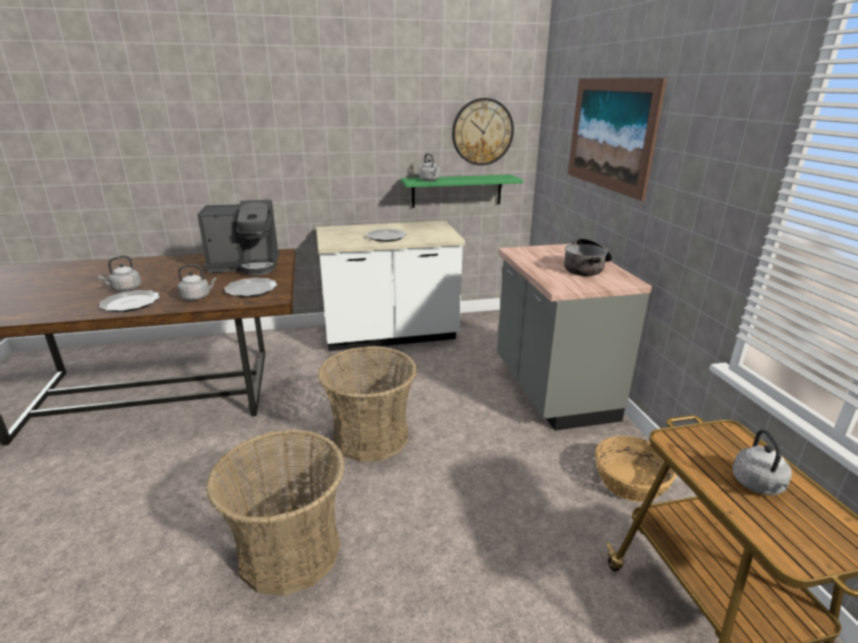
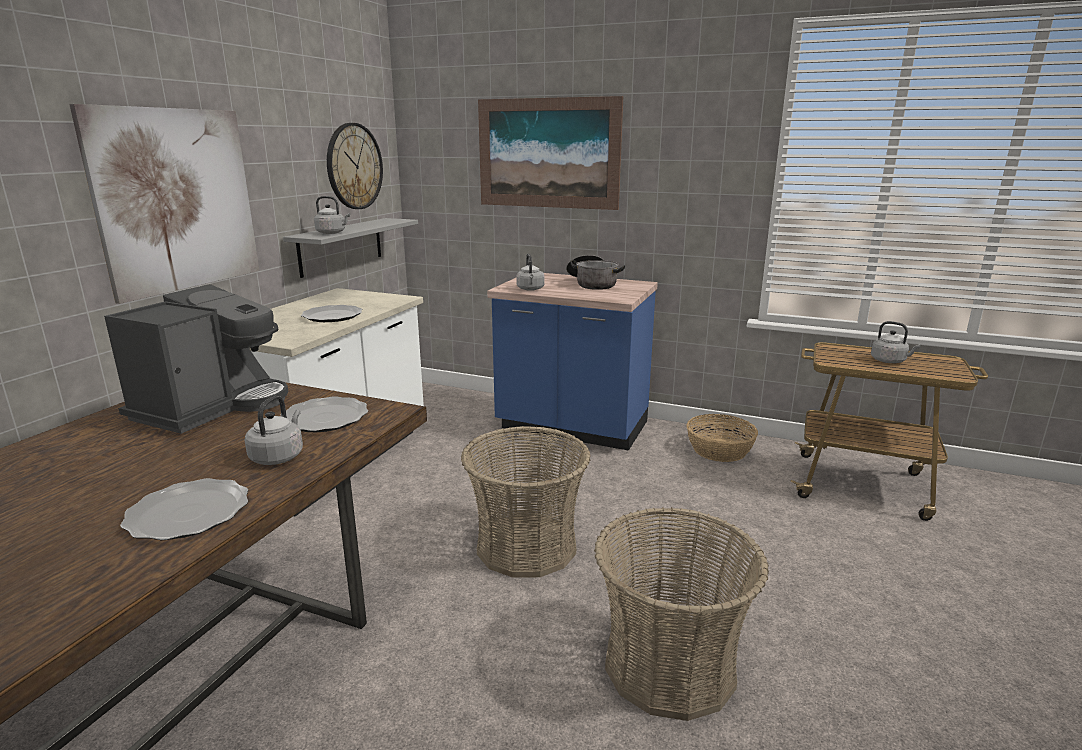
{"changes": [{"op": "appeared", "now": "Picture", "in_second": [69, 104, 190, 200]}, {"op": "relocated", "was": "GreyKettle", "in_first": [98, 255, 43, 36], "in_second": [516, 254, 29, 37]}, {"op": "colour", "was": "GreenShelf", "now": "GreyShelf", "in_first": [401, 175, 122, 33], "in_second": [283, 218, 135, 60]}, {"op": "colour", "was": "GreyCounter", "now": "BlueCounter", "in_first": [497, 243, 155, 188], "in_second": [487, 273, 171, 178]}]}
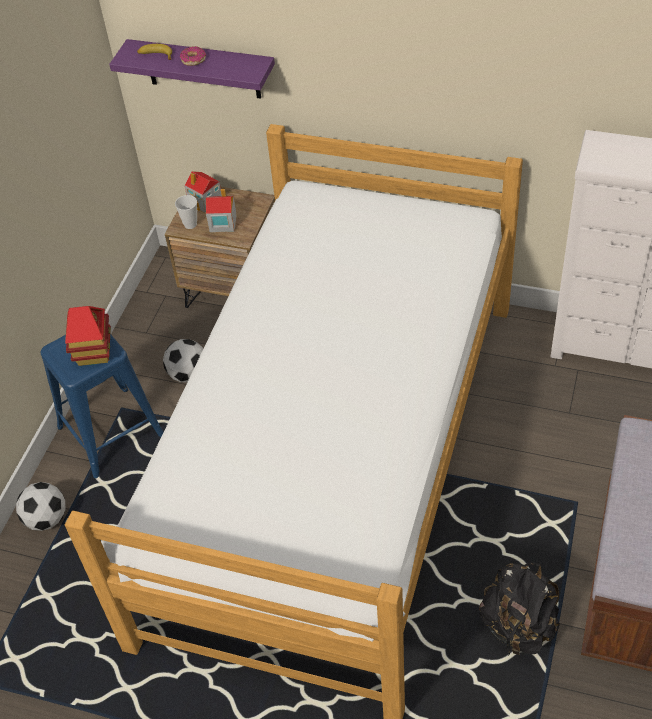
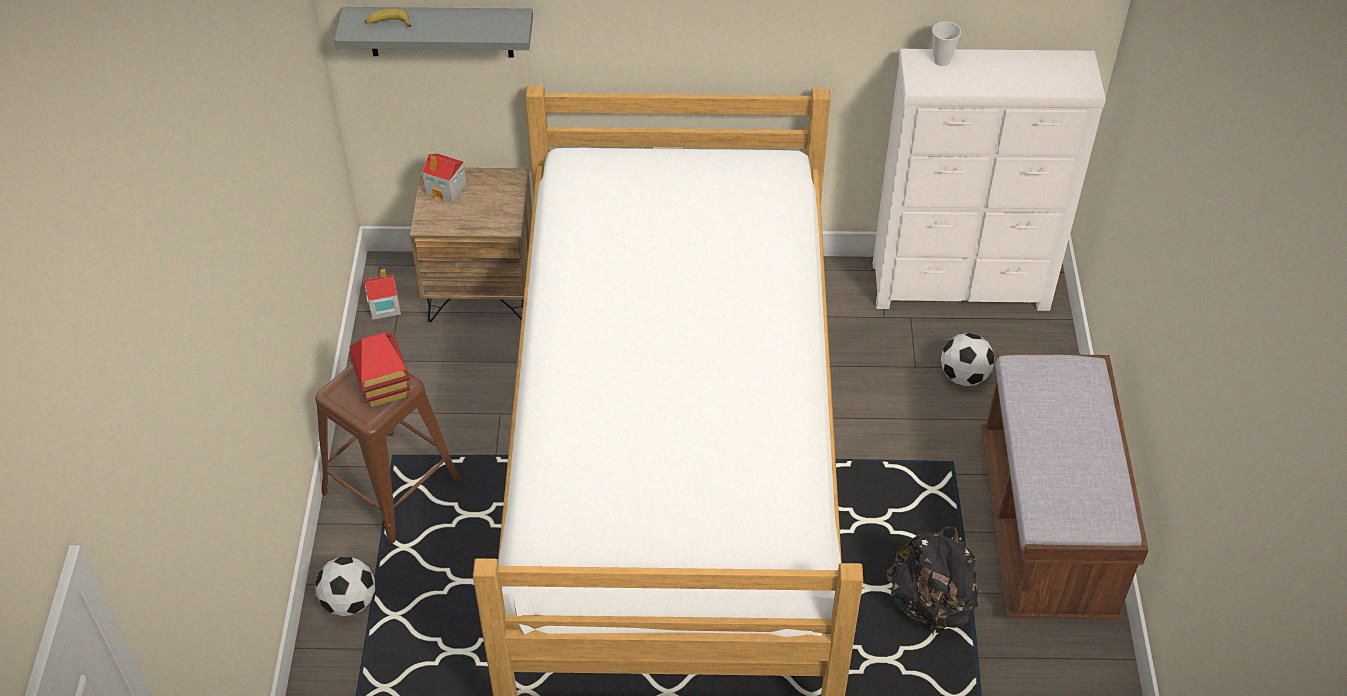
{"changes": [{"op": "missing", "was": "Donut", "in_first": [180, 46, 26, 20]}, {"op": "relocated", "was": "Football", "in_first": [163, 339, 41, 44], "in_second": [941, 333, 53, 53]}, {"op": "relocated", "was": "Cup", "in_first": [175, 195, 22, 34], "in_second": [932, 21, 29, 45]}, {"op": "relocated", "was": "ToyHouse", "in_first": [206, 189, 31, 43], "in_second": [365, 269, 36, 51]}, {"op": "colour", "was": "BlueStool", "now": "BrownStool", "in_first": [40, 334, 124, 144], "in_second": [315, 363, 146, 180]}, {"op": "colour", "was": "PurpleShelf", "now": "GreyShelf", "in_first": [109, 39, 166, 60], "in_second": [335, 7, 198, 51]}]}
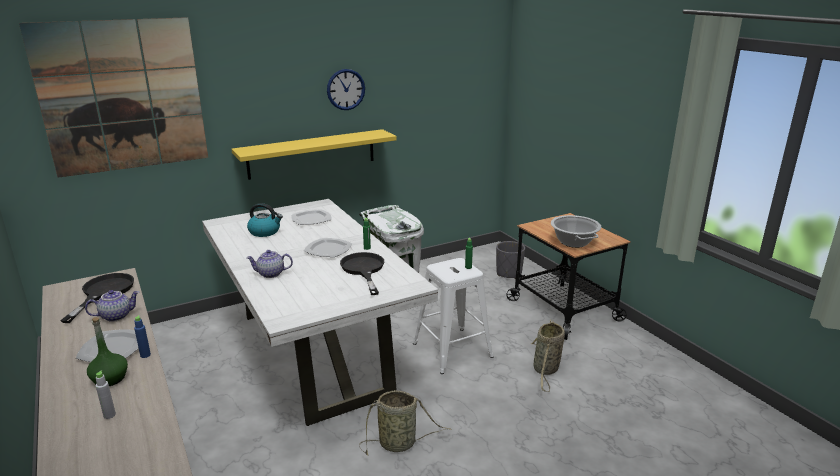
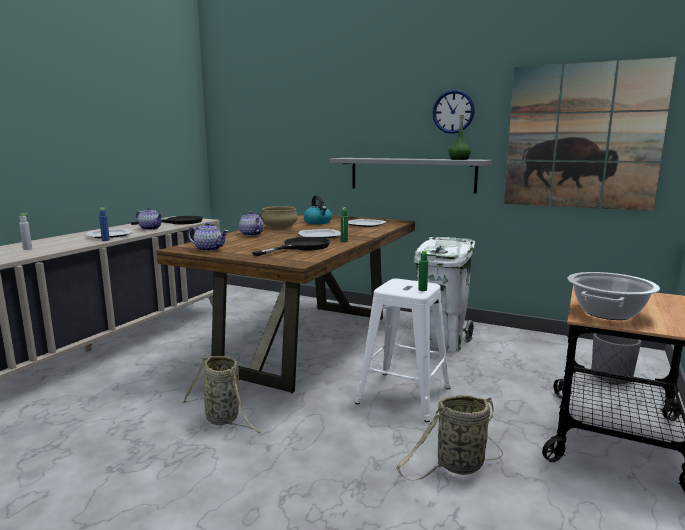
{"changes": [{"op": "appeared", "now": "Teapot", "in_second": [188, 222, 40, 29]}, {"op": "appeared", "now": "BeigeCookingPot", "in_second": [260, 206, 38, 22]}, {"op": "relocated", "was": "Picture", "in_first": [19, 17, 189, 161], "in_second": [504, 57, 173, 154]}, {"op": "relocated", "was": "GreenBottle", "in_first": [87, 317, 41, 69], "in_second": [448, 115, 23, 45]}, {"op": "colour", "was": "WhiteDiningTable", "now": "BrownDiningTable", "in_first": [202, 199, 236, 227], "in_second": [156, 215, 259, 178]}, {"op": "colour", "was": "YellowShelf", "now": "GreyShelf", "in_first": [231, 129, 166, 51], "in_second": [329, 158, 163, 36]}]}
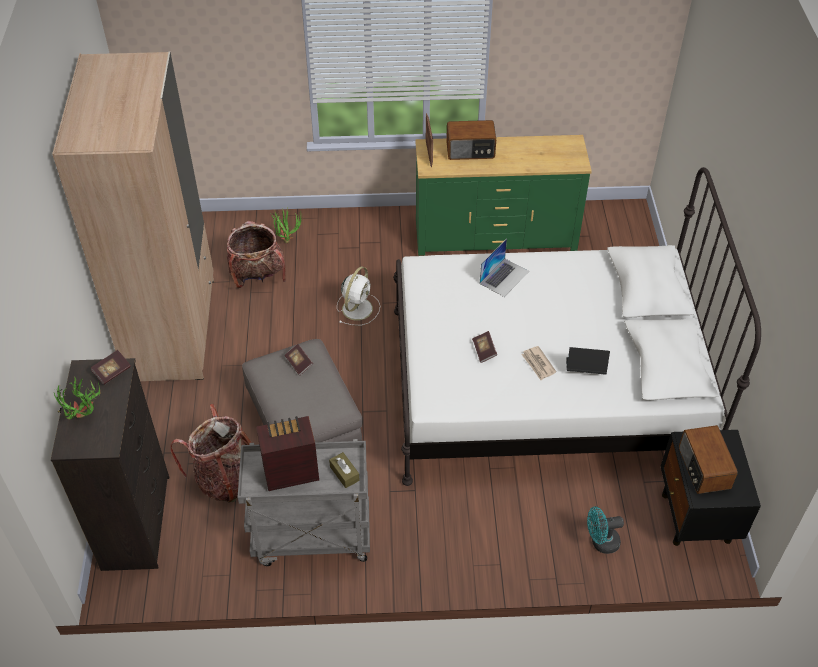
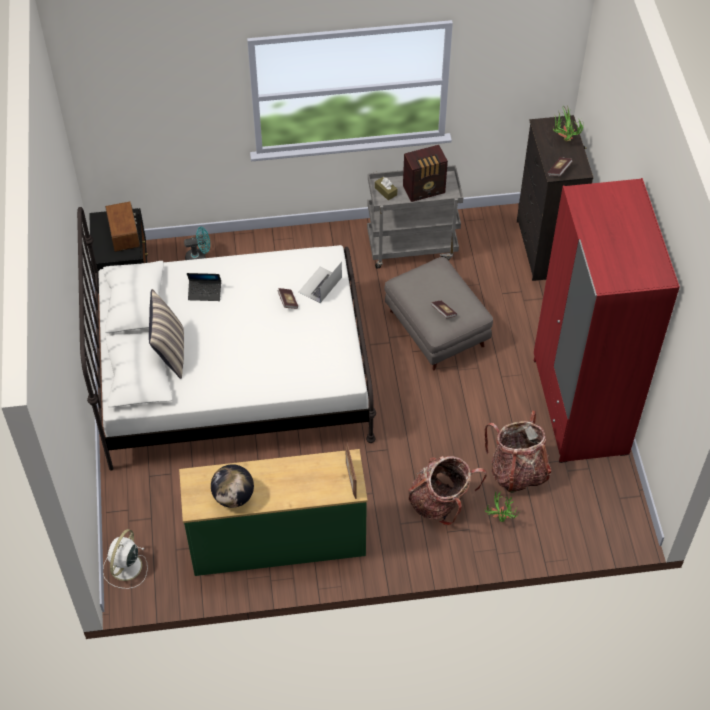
{"changes": [{"op": "missing", "was": "Radio", "in_first": [446, 120, 50, 40]}, {"op": "missing", "was": "Newspaper", "in_first": [521, 346, 35, 34]}, {"op": "appeared", "now": "Pillow", "in_second": [149, 289, 35, 90]}, {"op": "appeared", "now": "Globe", "in_second": [211, 464, 43, 44]}, {"op": "relocated", "was": "Backpack", "in_first": [170, 404, 82, 98], "in_second": [408, 456, 79, 70]}, {"op": "relocated", "was": "WhiteFan", "in_first": [337, 267, 43, 59], "in_second": [103, 529, 45, 60]}, {"op": "relocated", "was": "Laptop", "in_first": [480, 239, 49, 58], "in_second": [299, 261, 43, 42]}, {"op": "colour", "was": "BeigeWardrobe", "now": "RedWardrobe", "in_first": [52, 51, 162, 330], "in_second": [534, 178, 146, 285]}]}
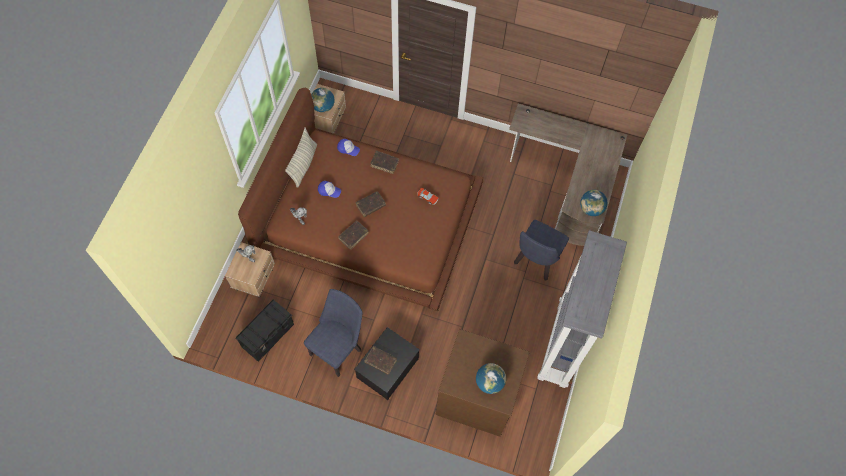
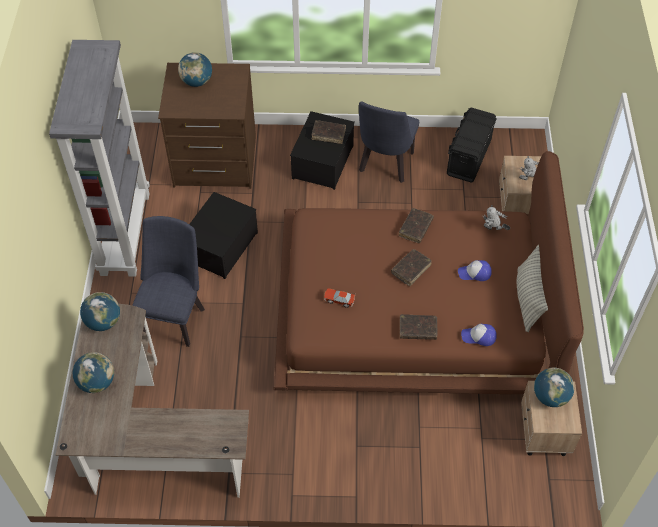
{"changes": [{"op": "appeared", "now": "Globe", "in_second": [73, 352, 41, 41]}, {"op": "appeared", "now": "StorageBox", "in_second": [189, 192, 69, 87]}]}
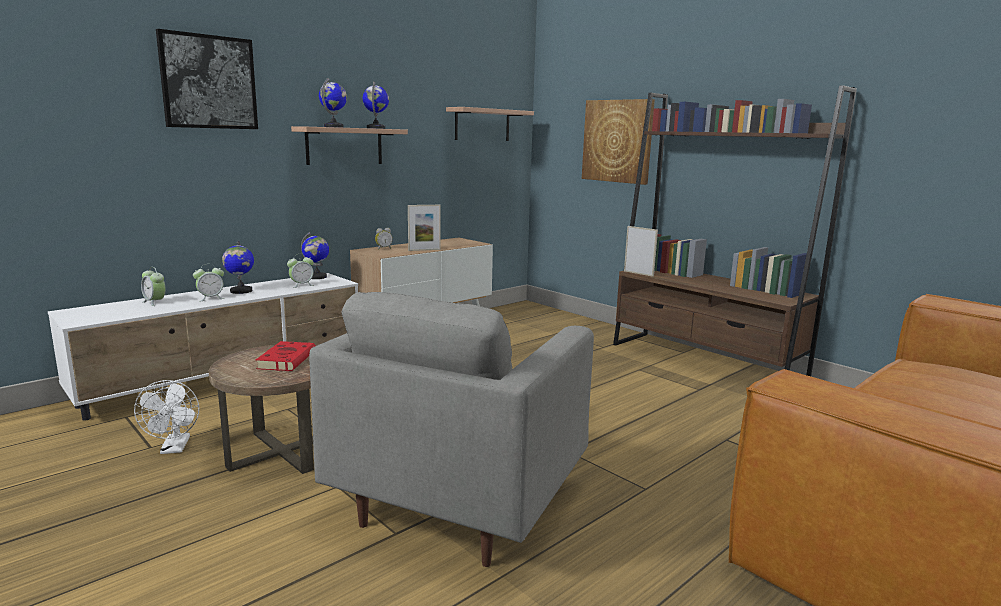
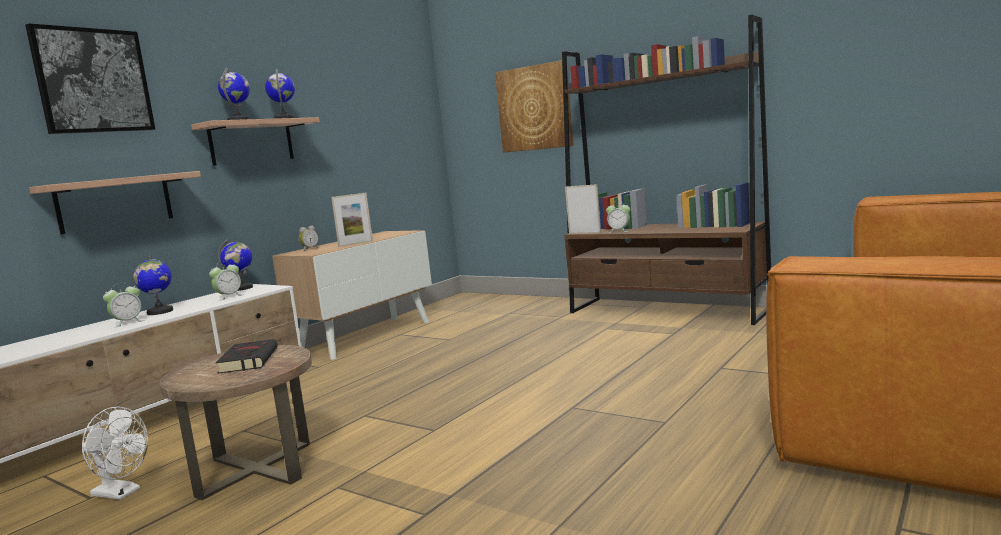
{"changes": [{"op": "missing", "was": "GreyArmchair", "in_first": [309, 292, 285, 275]}, {"op": "relocated", "was": "AlarmClock", "in_first": [141, 267, 25, 39], "in_second": [606, 201, 25, 32]}, {"op": "relocated", "was": "Shelf", "in_first": [446, 107, 88, 34], "in_second": [29, 171, 172, 63]}, {"op": "colour", "was": "RedBook", "now": "BlackBook", "in_first": [256, 341, 60, 30], "in_second": [216, 339, 62, 35]}, {"op": "spun", "was": "WhiteFan", "in_first": [134, 380, 65, 74], "in_second": [82, 407, 66, 93], "clockwise": -45}]}
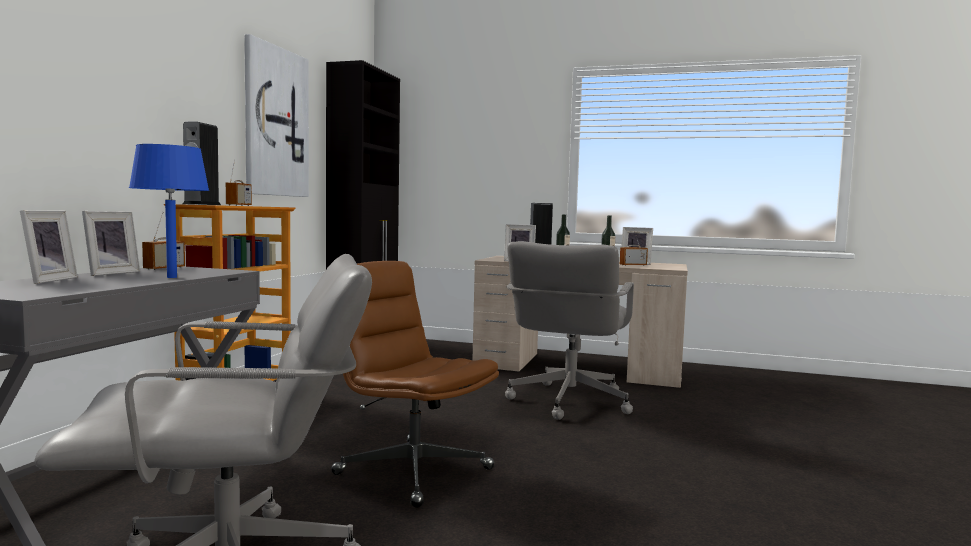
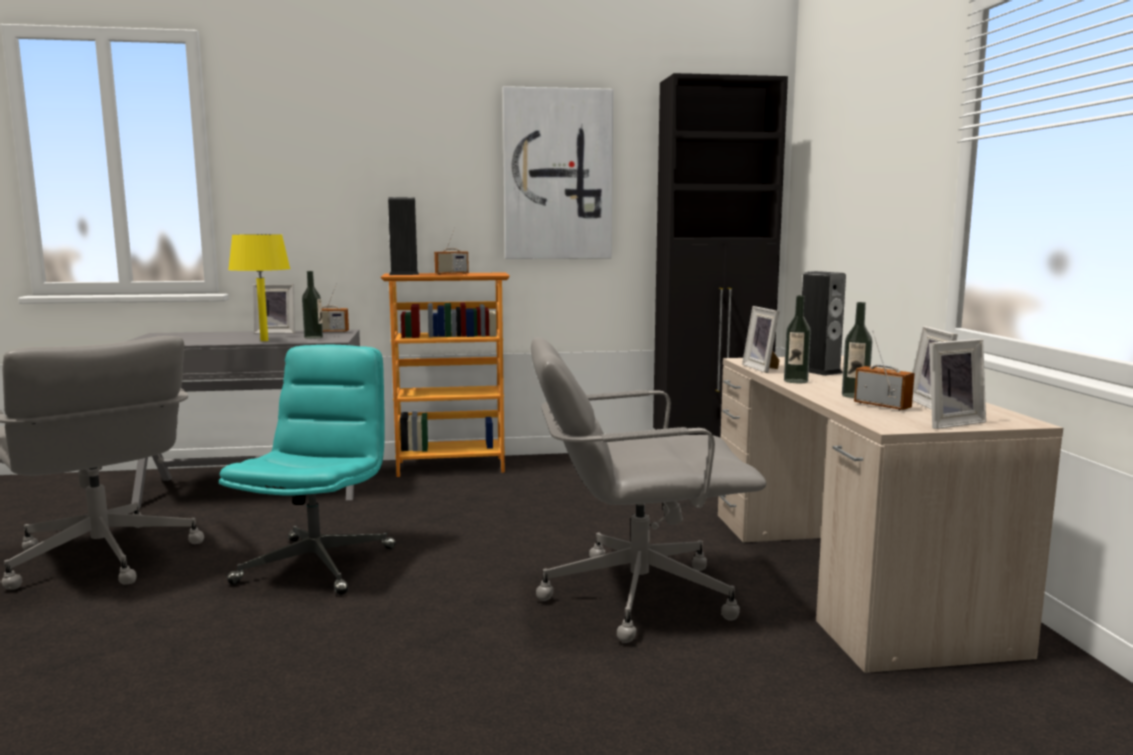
{"changes": [{"op": "appeared", "now": "Bottle", "in_second": [302, 271, 21, 68]}, {"op": "relocated", "was": "PictureFrame", "in_first": [20, 210, 58, 74], "in_second": [929, 339, 57, 90]}, {"op": "colour", "was": "BlueTableLamp", "now": "YellowTableLamp", "in_first": [129, 144, 80, 134], "in_second": [228, 234, 62, 107]}, {"op": "colour", "was": "BrownOfficeChair", "now": "TurquoiseOfficeChair", "in_first": [331, 261, 168, 246], "in_second": [219, 345, 177, 250]}]}
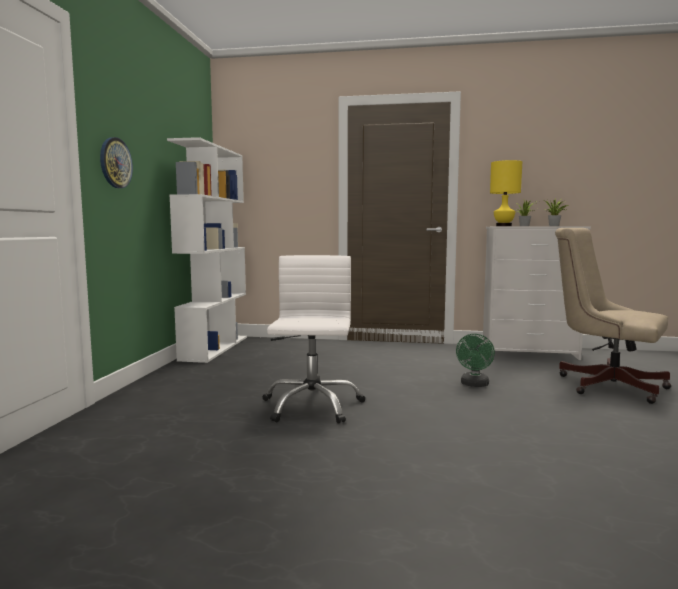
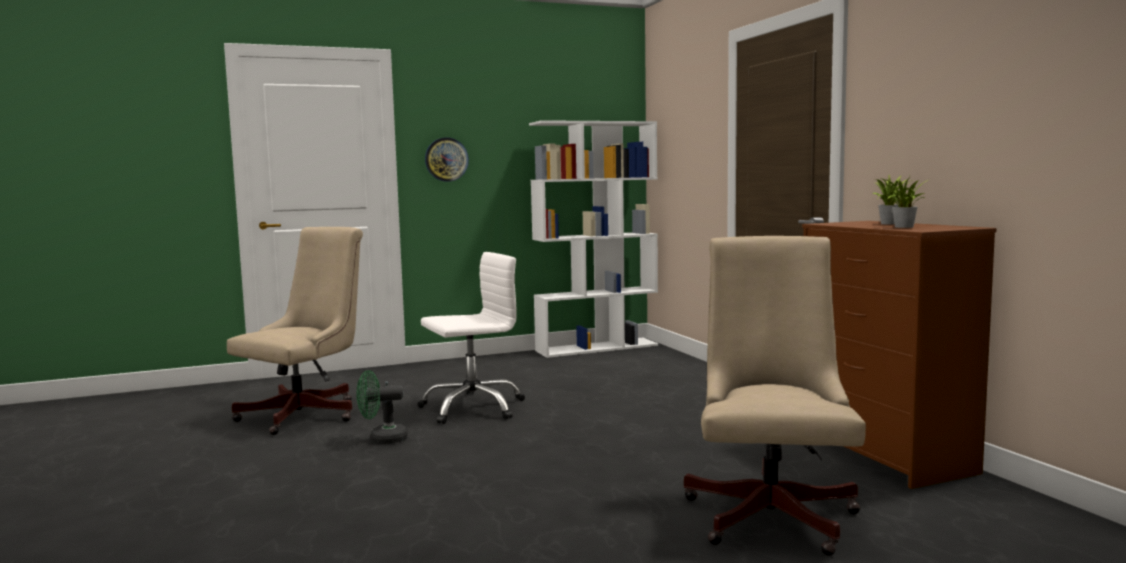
{"changes": [{"op": "missing", "was": "YellowTableLamp", "in_first": [490, 160, 32, 66]}, {"op": "appeared", "now": "BeigeOfficeChair", "in_second": [227, 227, 136, 208]}, {"op": "relocated", "was": "GreenFan", "in_first": [456, 334, 39, 53], "in_second": [357, 370, 51, 74]}, {"op": "colour", "was": "WhiteDresser", "now": "BrownDresser", "in_first": [483, 226, 108, 134], "in_second": [802, 221, 195, 268]}]}
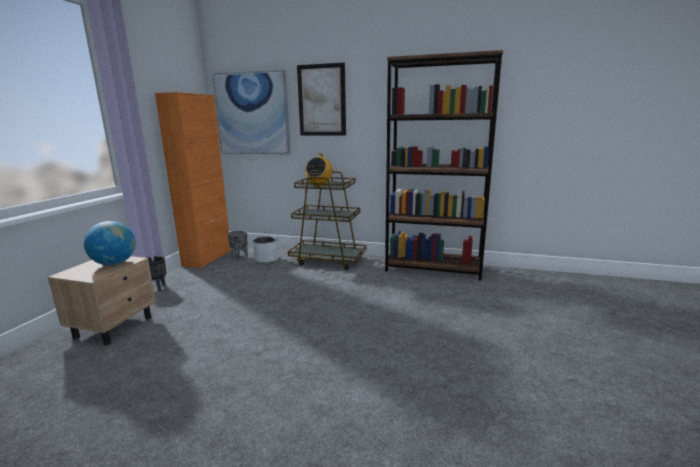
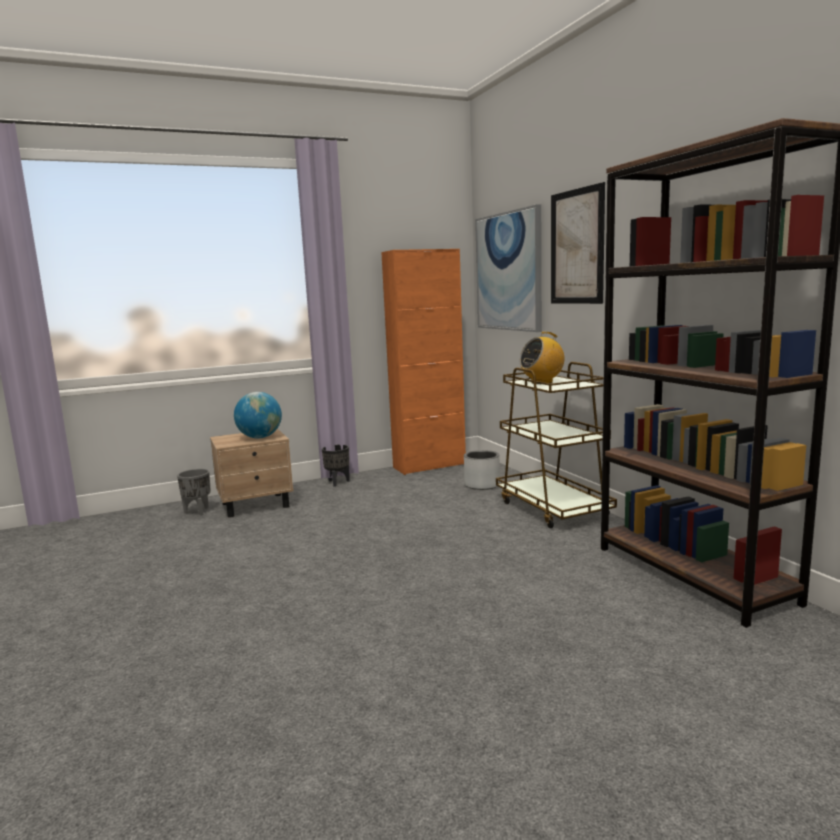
{"changes": [{"op": "relocated", "was": "GreyPlanter", "in_first": [228, 230, 20, 29], "in_second": [177, 469, 34, 47]}]}
